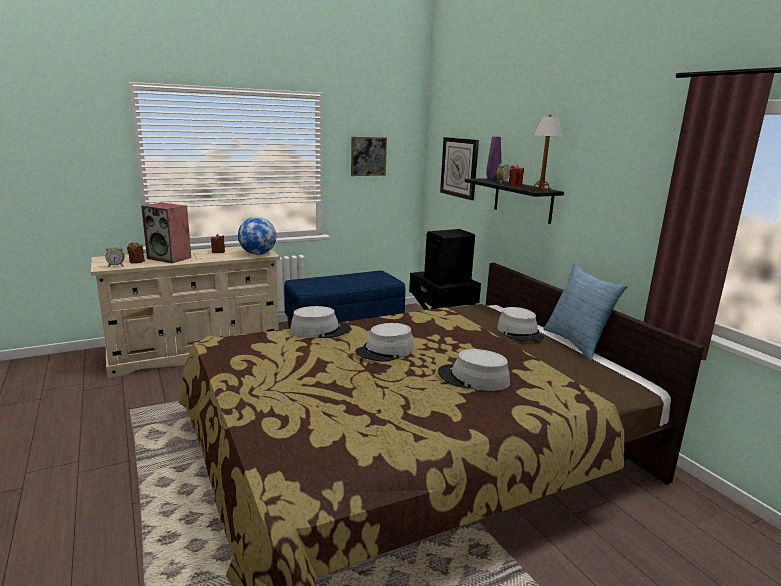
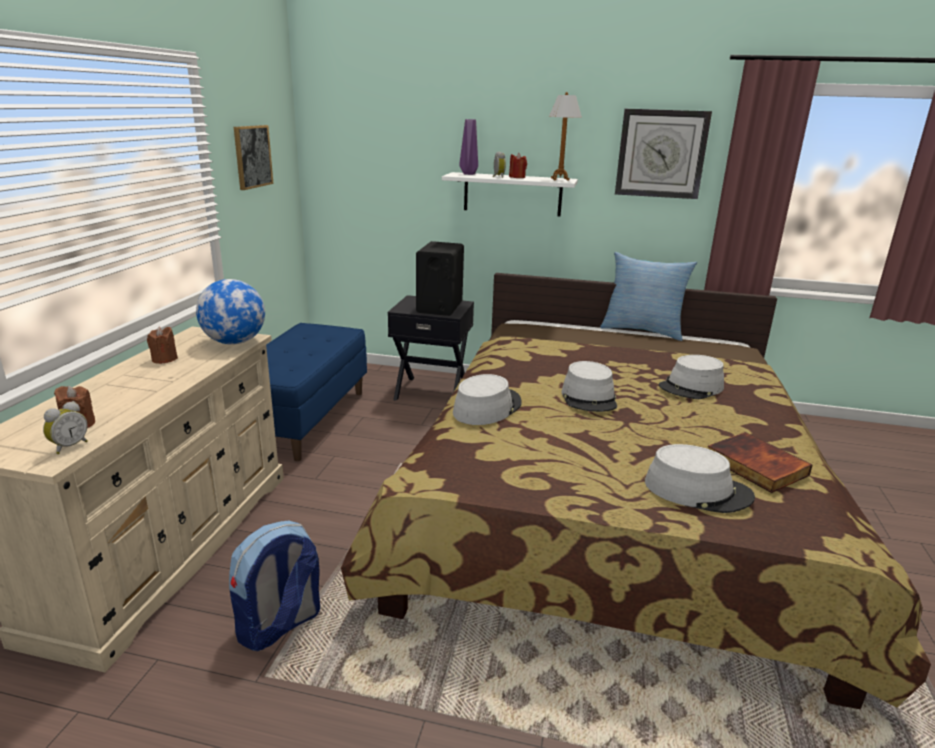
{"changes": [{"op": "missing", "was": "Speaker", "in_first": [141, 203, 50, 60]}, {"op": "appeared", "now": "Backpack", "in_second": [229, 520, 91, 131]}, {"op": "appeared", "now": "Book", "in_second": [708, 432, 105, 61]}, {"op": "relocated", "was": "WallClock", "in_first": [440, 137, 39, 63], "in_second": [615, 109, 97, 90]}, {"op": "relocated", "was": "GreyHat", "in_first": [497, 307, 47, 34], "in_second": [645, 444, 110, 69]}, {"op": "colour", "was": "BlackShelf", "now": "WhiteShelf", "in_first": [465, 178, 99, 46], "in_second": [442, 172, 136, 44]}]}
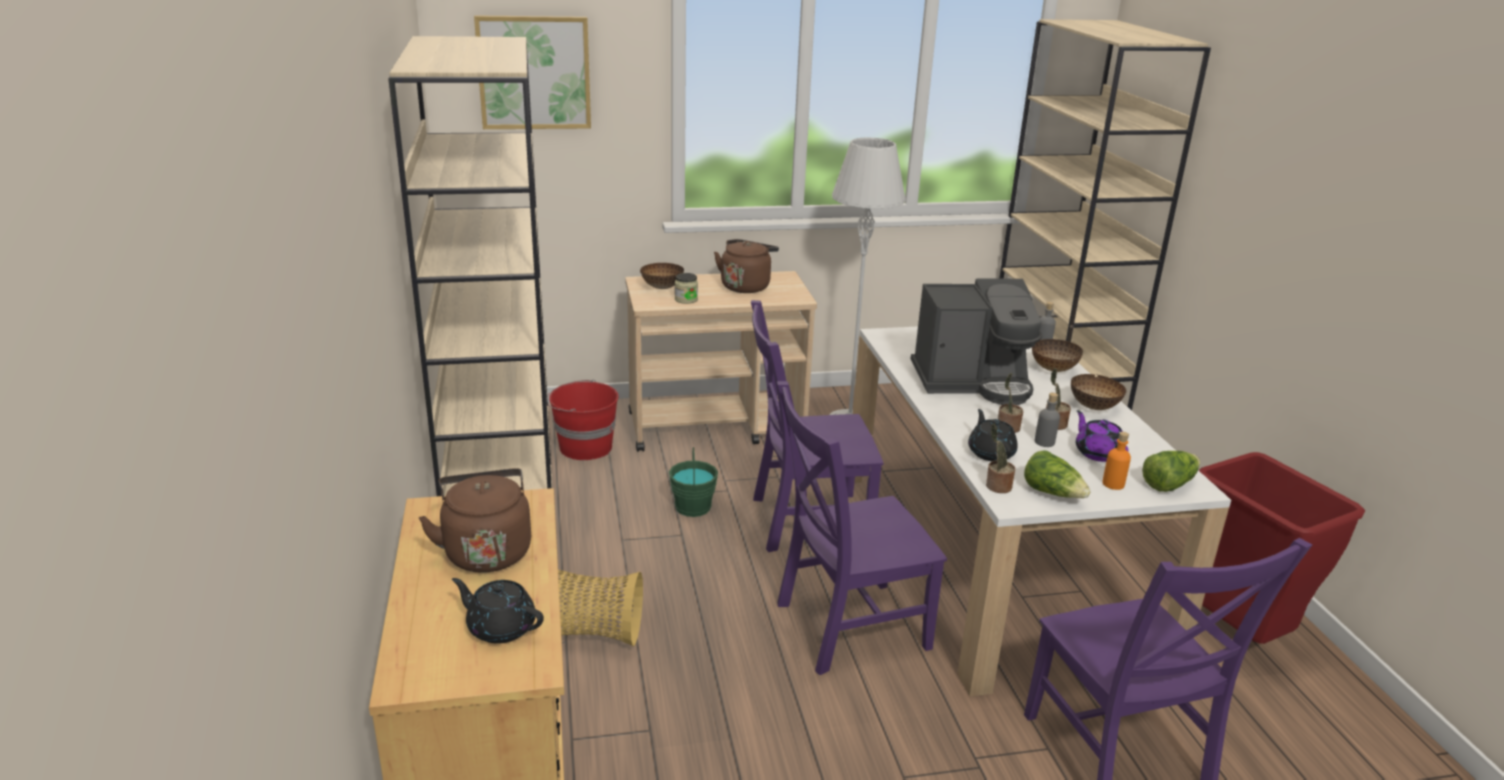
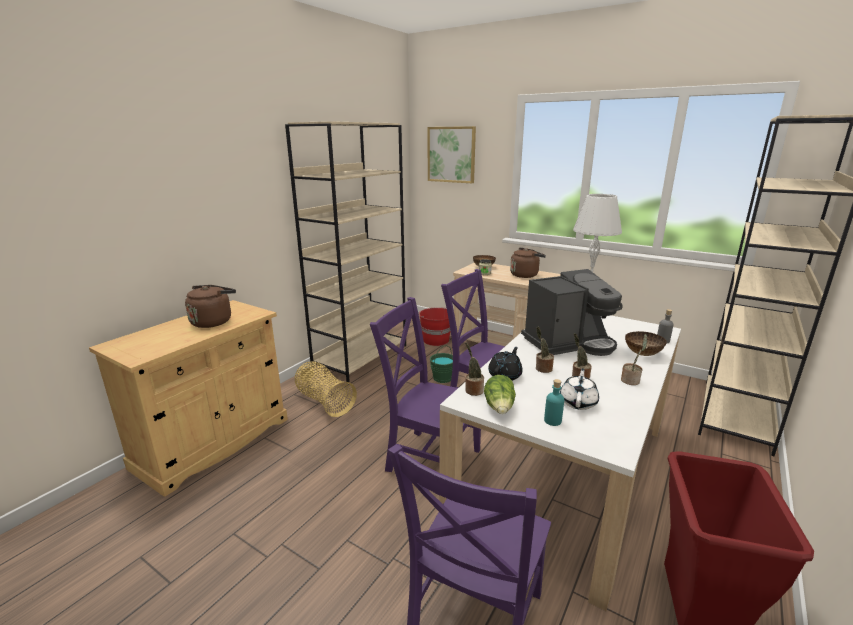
{"changes": [{"op": "missing", "was": "BlackTeapot", "in_first": [452, 578, 92, 66]}, {"op": "missing", "was": "GreyBottle", "in_first": [1035, 393, 25, 54]}, {"op": "missing", "was": "Lettuce", "in_first": [1142, 451, 58, 41]}, {"op": "exchanged", "was": "Bowl", "now": "PottedPlant", "in_first": [1071, 374, 55, 36], "in_second": [621, 334, 26, 51]}, {"op": "colour", "was": "PurpleTeapot", "now": "WhiteTeapot", "in_first": [1076, 410, 52, 52], "in_second": [560, 368, 39, 42]}, {"op": "colour", "was": "OrangeBottle", "now": "TurquoiseBottle", "in_first": [1102, 432, 29, 58], "in_second": [544, 379, 20, 47]}, {"op": "spun", "was": "CoffeeMachine", "in_first": [911, 278, 131, 127], "in_second": [521, 269, 102, 87], "clockwise": -60}]}
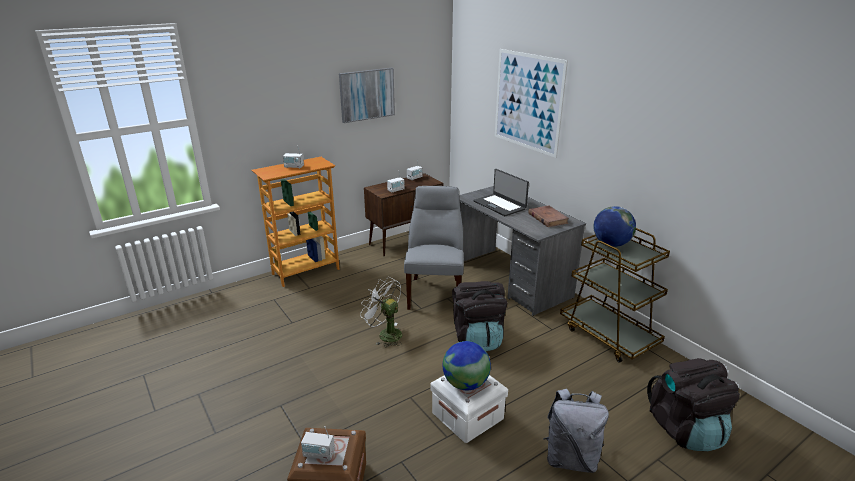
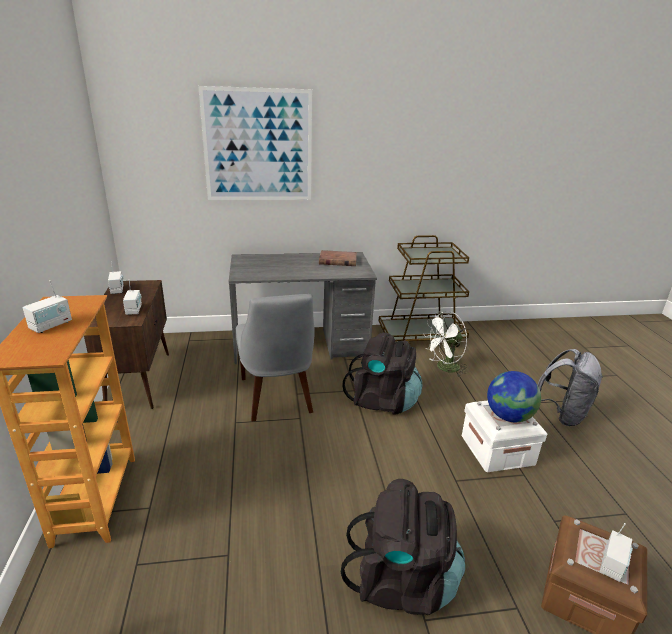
{"changes": [{"op": "missing", "was": "Picture", "in_first": [339, 68, 56, 55]}, {"op": "missing", "was": "Laptop", "in_first": [473, 169, 56, 47]}, {"op": "missing", "was": "Globe", "in_first": [593, 206, 43, 41]}, {"op": "relocated", "was": "WhiteFan", "in_first": [360, 277, 42, 70], "in_second": [424, 311, 43, 66]}, {"op": "relocated", "was": "BlackBackpack", "in_first": [647, 358, 93, 93], "in_second": [341, 479, 124, 136]}, {"op": "spun", "was": "GreyChair", "in_first": [404, 186, 60, 124], "in_second": [236, 294, 79, 127], "clockwise": -135}]}
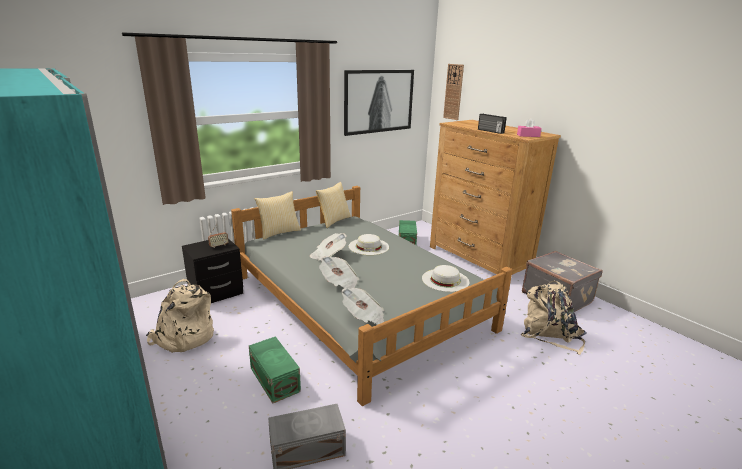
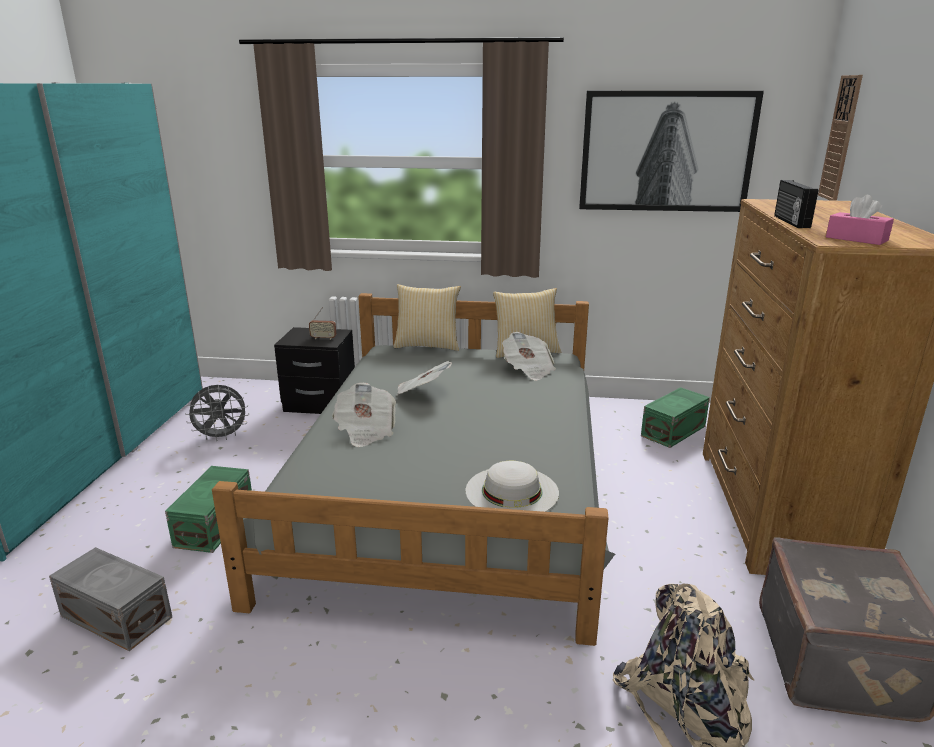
{"changes": [{"op": "missing", "was": "WhiteHat", "in_first": [349, 234, 40, 21]}, {"op": "relocated", "was": "Newspaper", "in_first": [341, 288, 43, 37], "in_second": [502, 332, 54, 49]}, {"op": "exchanged", "was": "BeigeBackpack", "now": "GreyFan", "in_first": [146, 279, 68, 74], "in_second": [185, 385, 64, 56]}]}
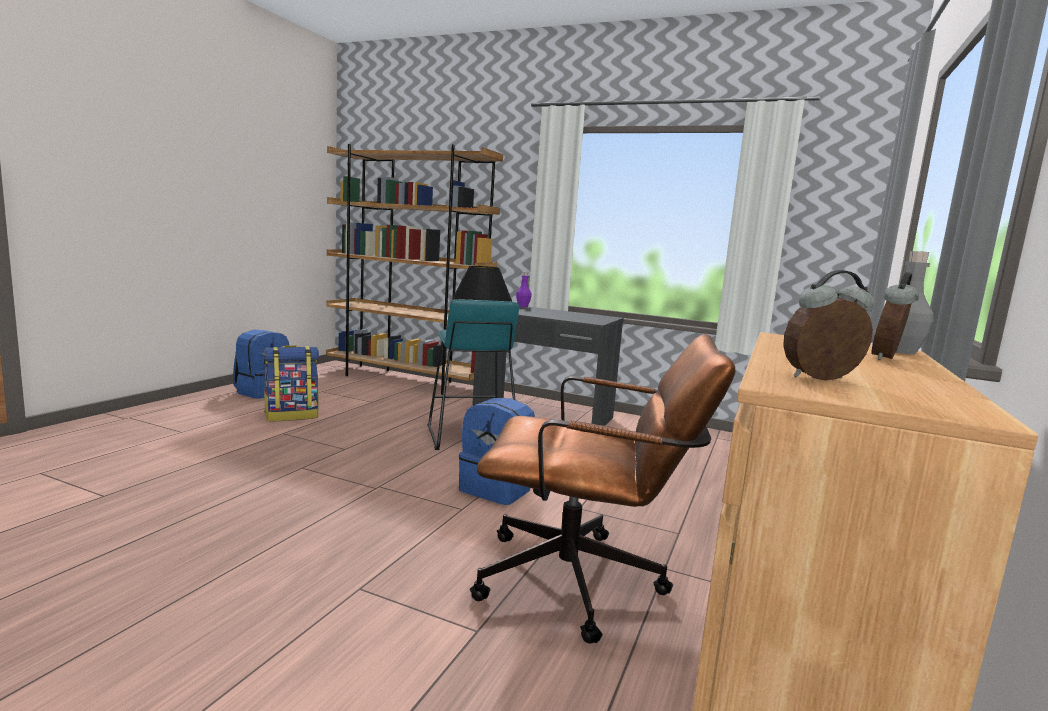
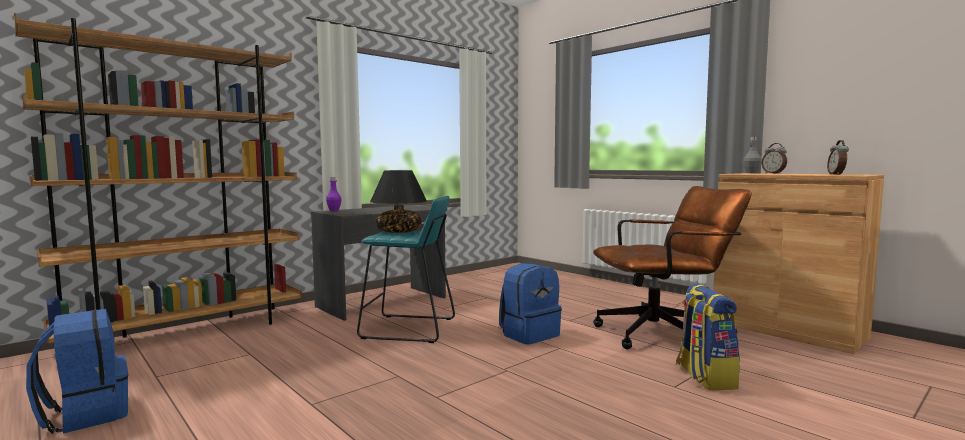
{"changes": [{"op": "relocated", "was": "Backpack", "in_first": [263, 345, 56, 77], "in_second": [676, 283, 64, 107]}, {"op": "spun", "was": "BrownOfficeChair", "in_first": [470, 334, 265, 310], "in_second": [593, 186, 158, 163], "clockwise": 45}]}
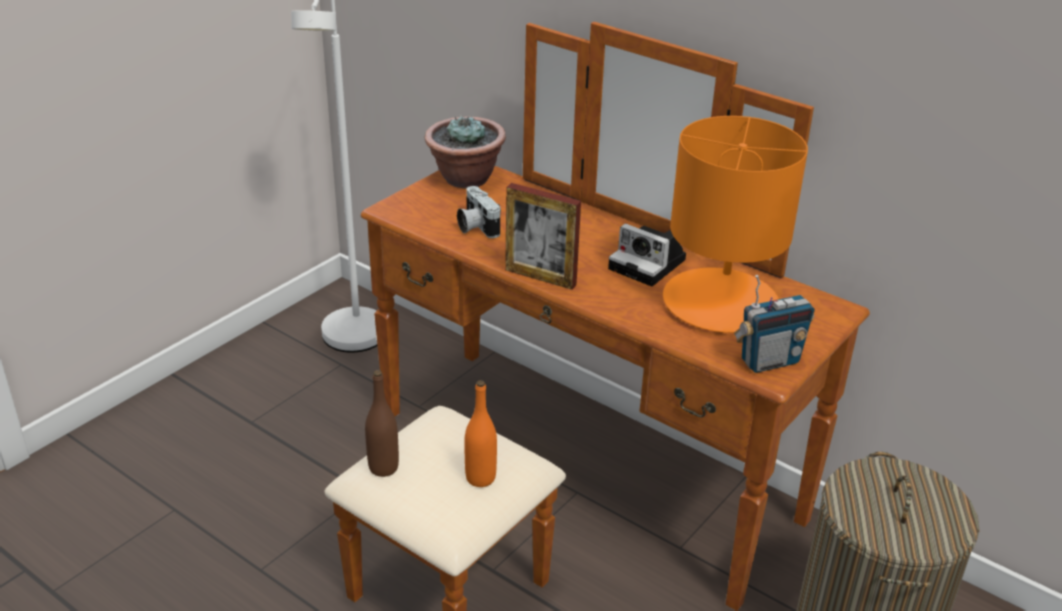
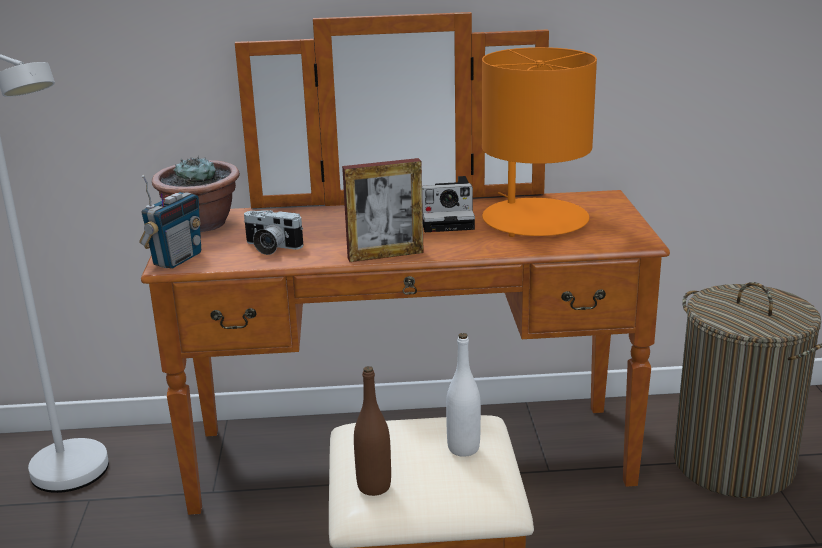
{"changes": [{"op": "relocated", "was": "Radio", "in_first": [734, 275, 81, 98], "in_second": [139, 175, 62, 94]}, {"op": "colour", "was": "OrangeBottle", "now": "WhiteBottle", "in_first": [464, 380, 33, 107], "in_second": [446, 333, 35, 124]}]}
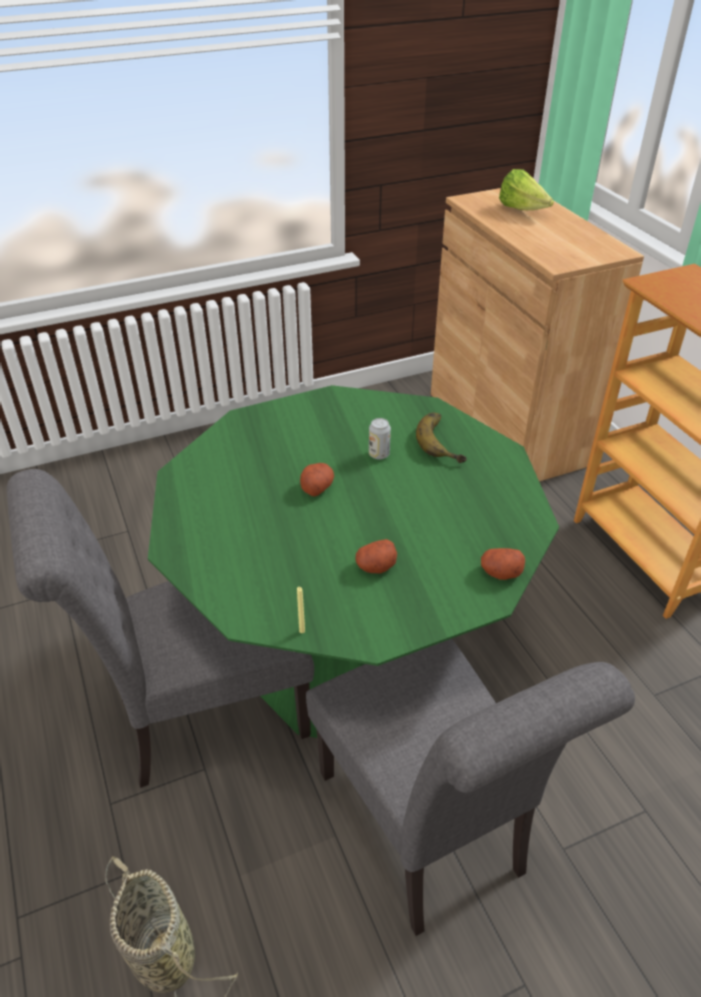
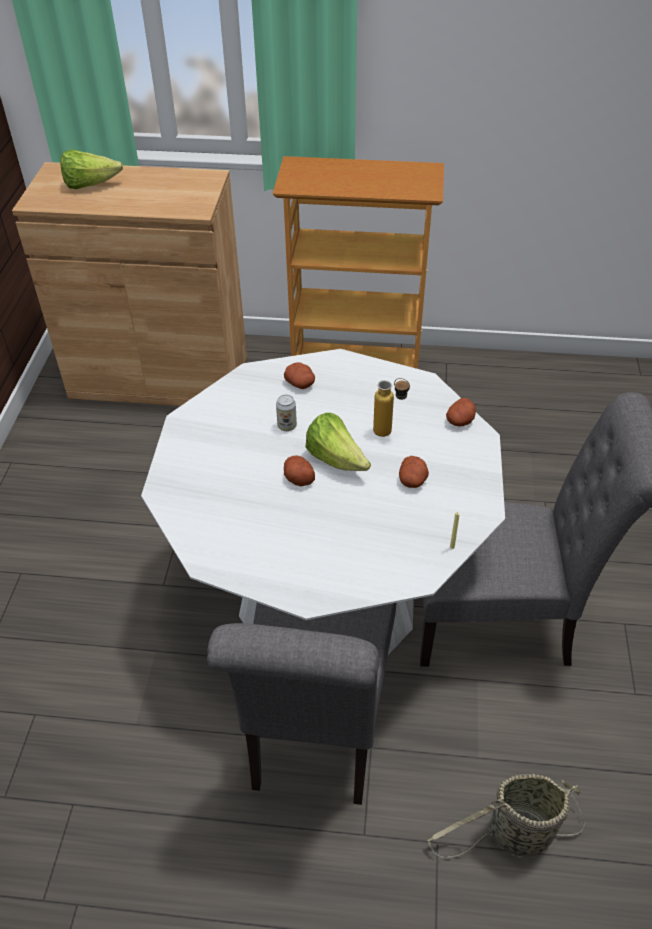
{"changes": [{"op": "appeared", "now": "Lettuce", "in_second": [306, 413, 65, 58]}, {"op": "appeared", "now": "Bottle", "in_second": [373, 378, 37, 59]}, {"op": "exchanged", "was": "Banana", "now": "Potato", "in_first": [416, 413, 51, 50], "in_second": [284, 362, 31, 27]}, {"op": "colour", "was": "GreenDiningTable", "now": "WhiteDiningTable", "in_first": [148, 385, 411, 353], "in_second": [141, 349, 364, 306]}]}
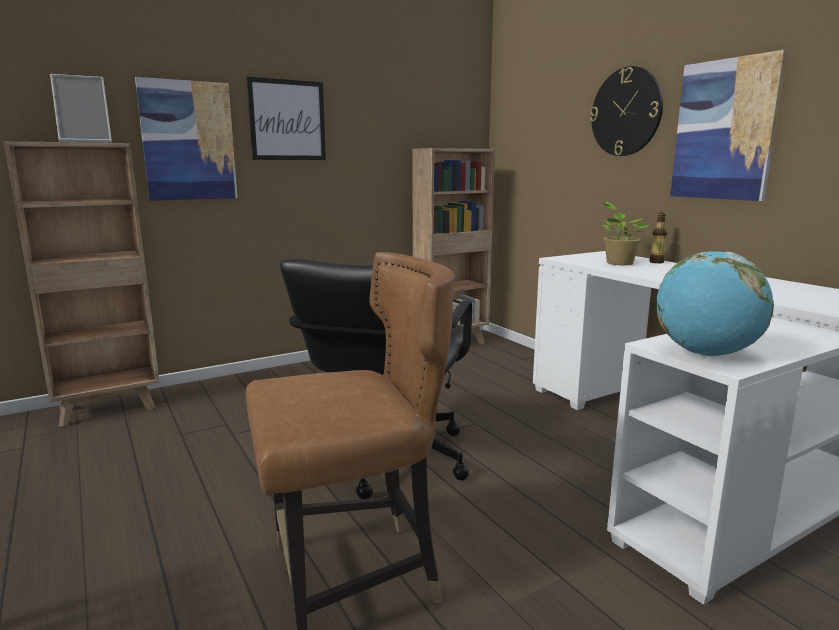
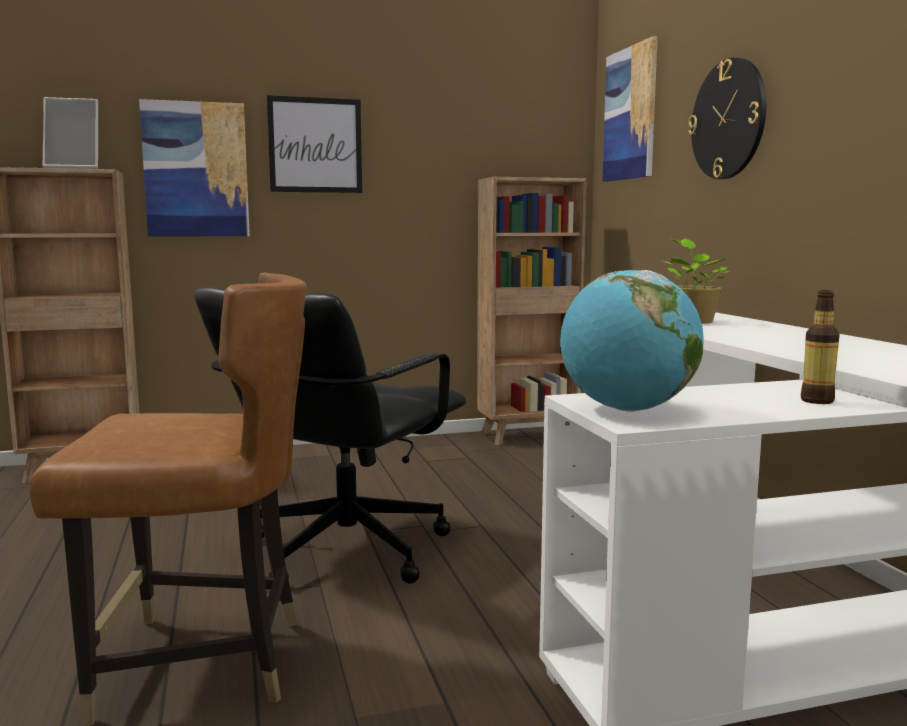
{"changes": [{"op": "relocated", "was": "Bottle", "in_first": [650, 213, 17, 50], "in_second": [801, 290, 39, 114]}, {"op": "relocated", "was": "Picture", "in_first": [670, 50, 117, 151], "in_second": [602, 36, 56, 146]}]}
